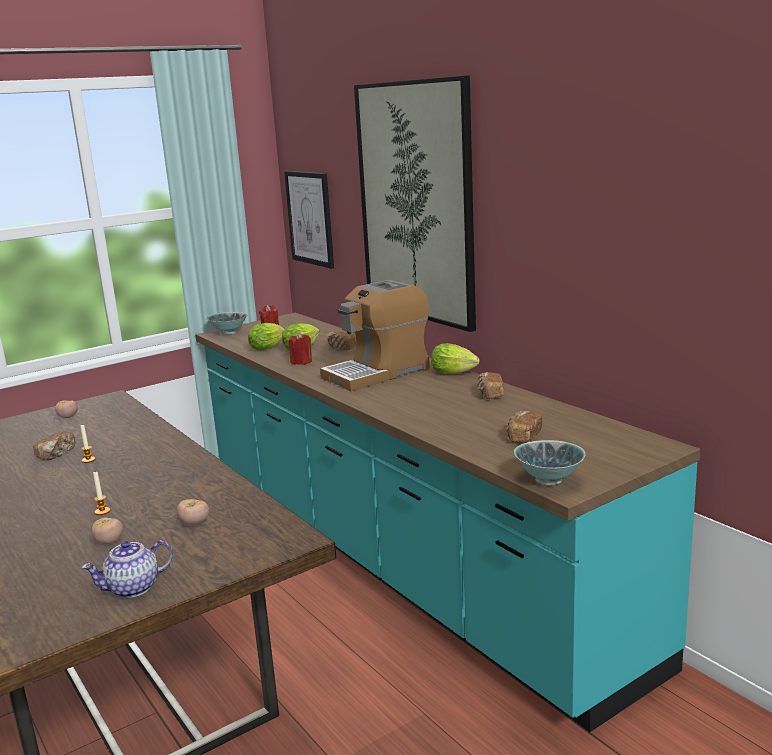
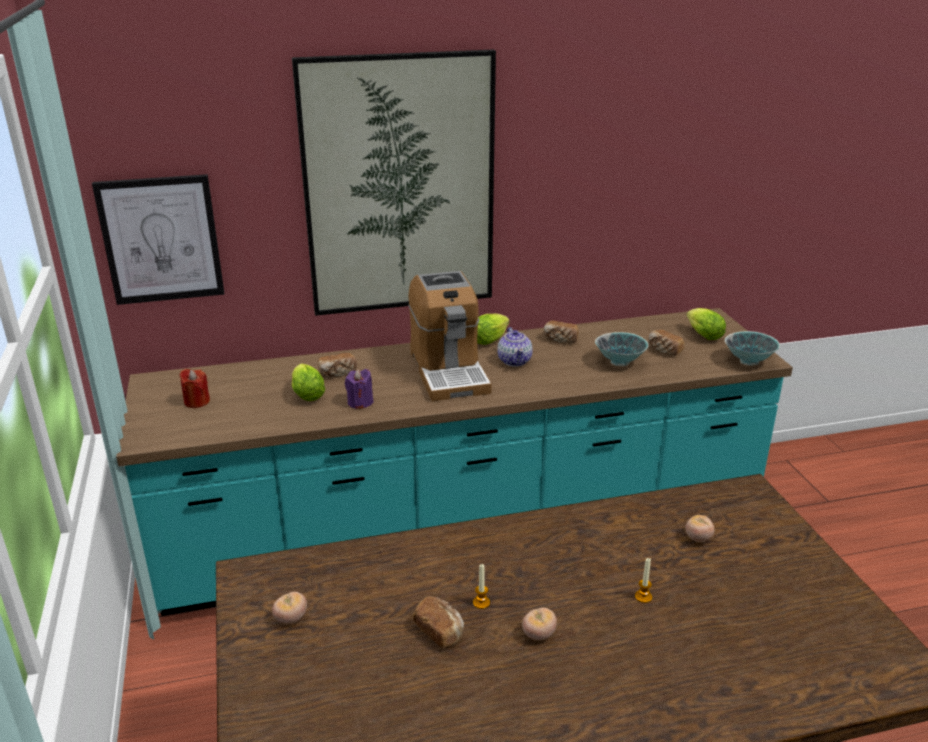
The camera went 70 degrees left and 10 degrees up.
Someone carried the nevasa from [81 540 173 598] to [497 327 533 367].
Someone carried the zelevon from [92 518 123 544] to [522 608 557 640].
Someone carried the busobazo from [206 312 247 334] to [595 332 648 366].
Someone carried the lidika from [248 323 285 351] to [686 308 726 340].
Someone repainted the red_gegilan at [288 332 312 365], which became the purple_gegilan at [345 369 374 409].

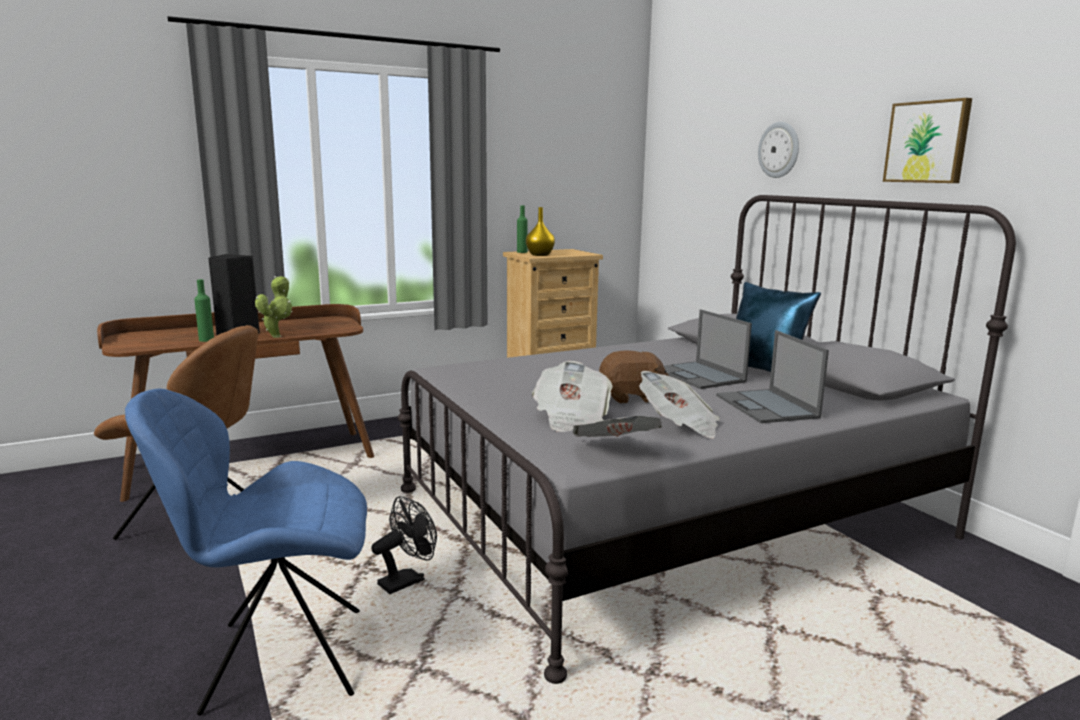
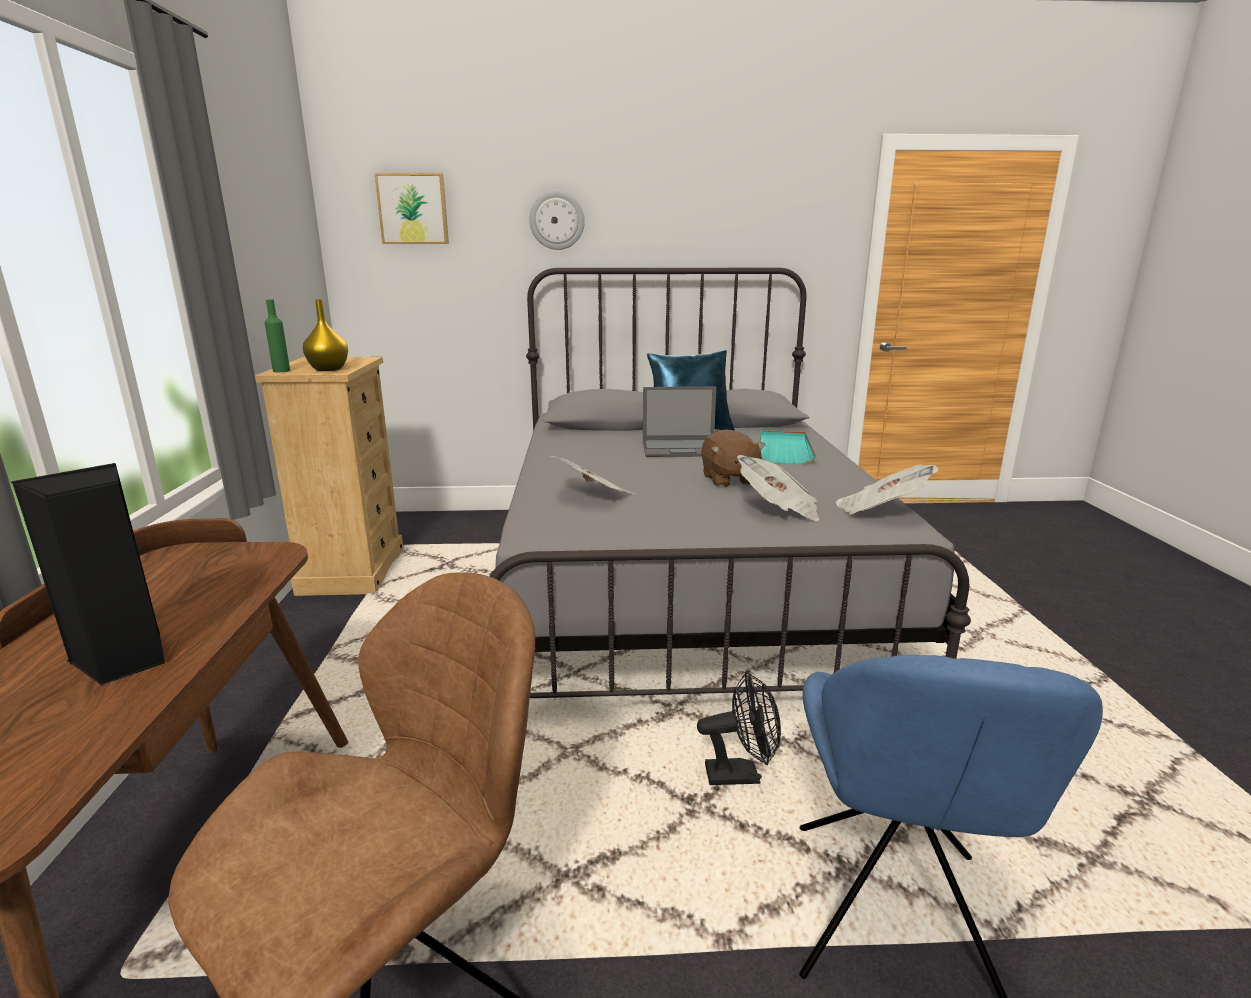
The camera went 65 degrees left and 5 degrees up.
Someone took away the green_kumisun at [194 279 214 342].
Someone took away the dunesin at [255 276 292 338].
Someone rotated the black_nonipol at [371 496 437 594] by 105 degrees clockwise.
Someone rotated the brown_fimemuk at [599 350 669 403] by 150 degrees clockwise.
Someone carried the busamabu from [639 371 720 439] to [551 456 636 494].
Someone swapped the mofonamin at [716 330 829 423] for the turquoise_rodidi at [759 430 816 464].
Someone carried the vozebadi from [883 98 972 183] to [375 173 449 244].

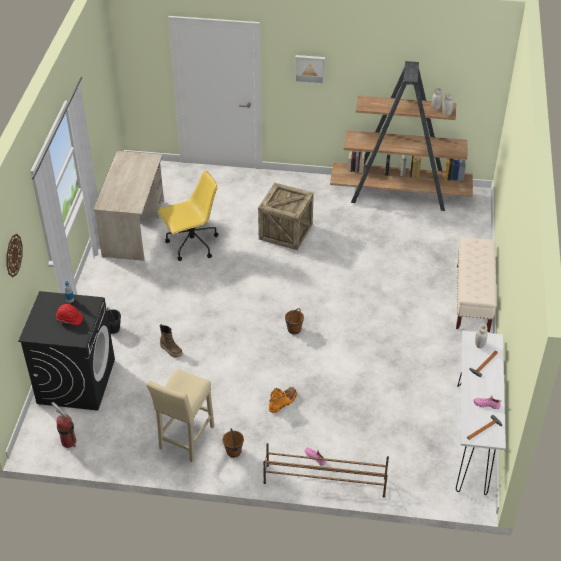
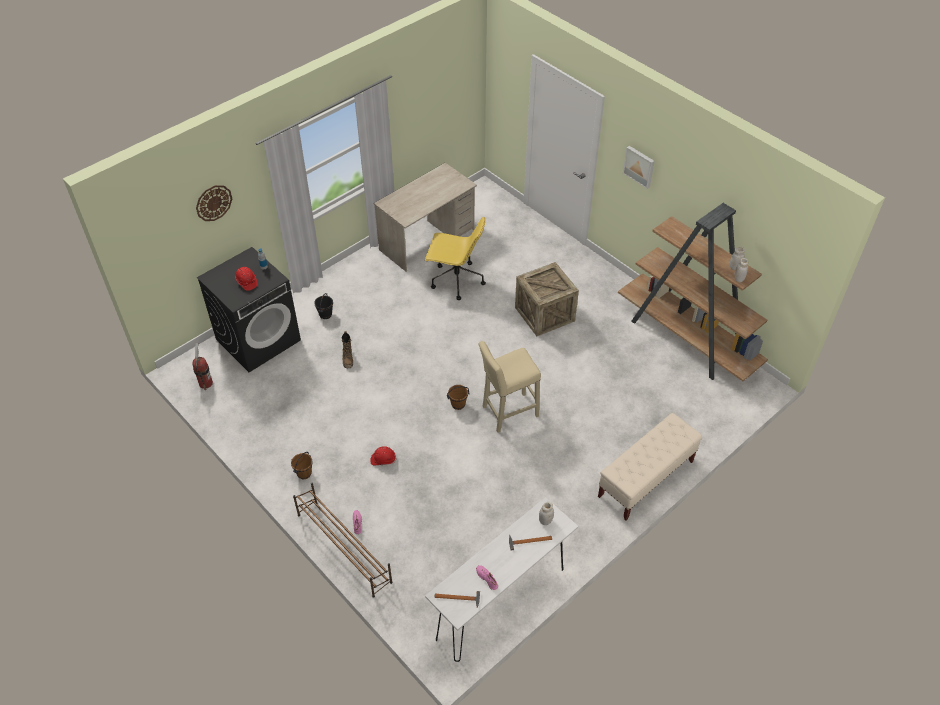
The camera went 40 degrees right and 5 degrees up.
Someone carried the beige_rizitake from [147 369 214 462] to [478 341 541 433].
Someone swapped the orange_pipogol at [269 387 297 413] for the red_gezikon at [370 446 396 465].

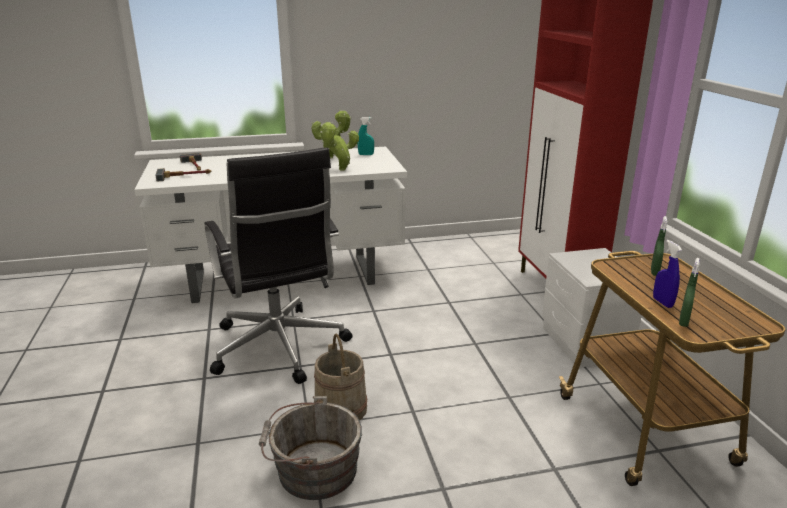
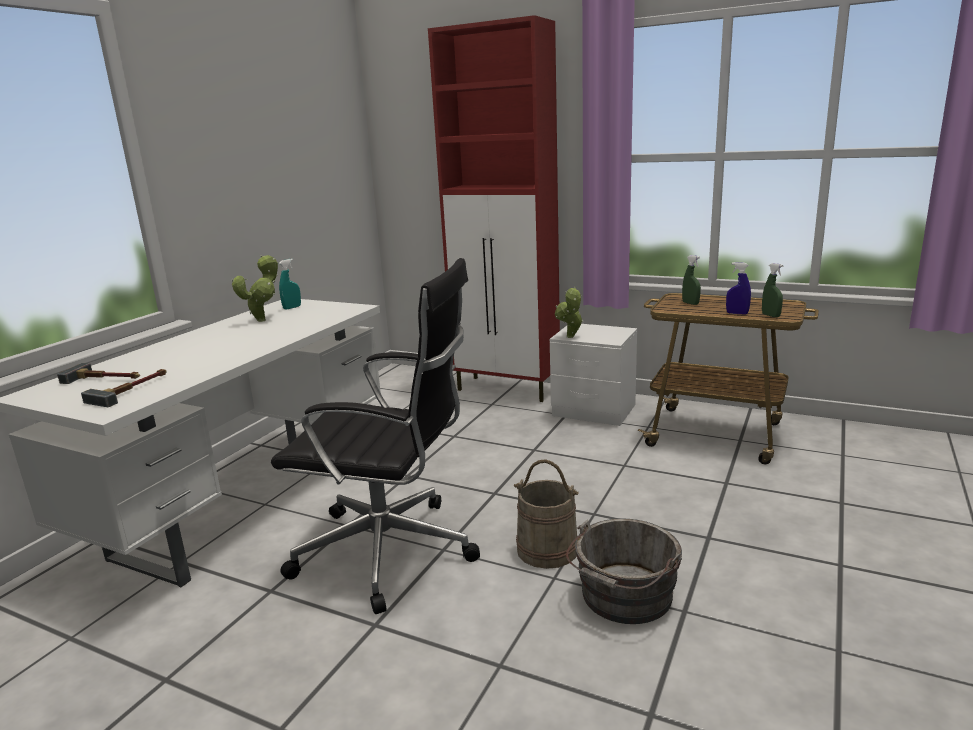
The camera went 50 degrees left and 5 degrees down.
Someone carried the dunesin from [320 122 359 171] to [555 287 583 338].

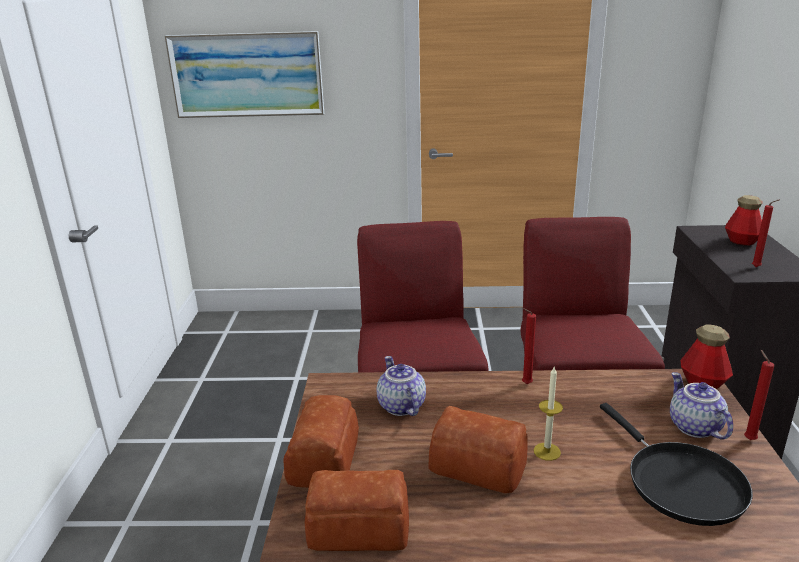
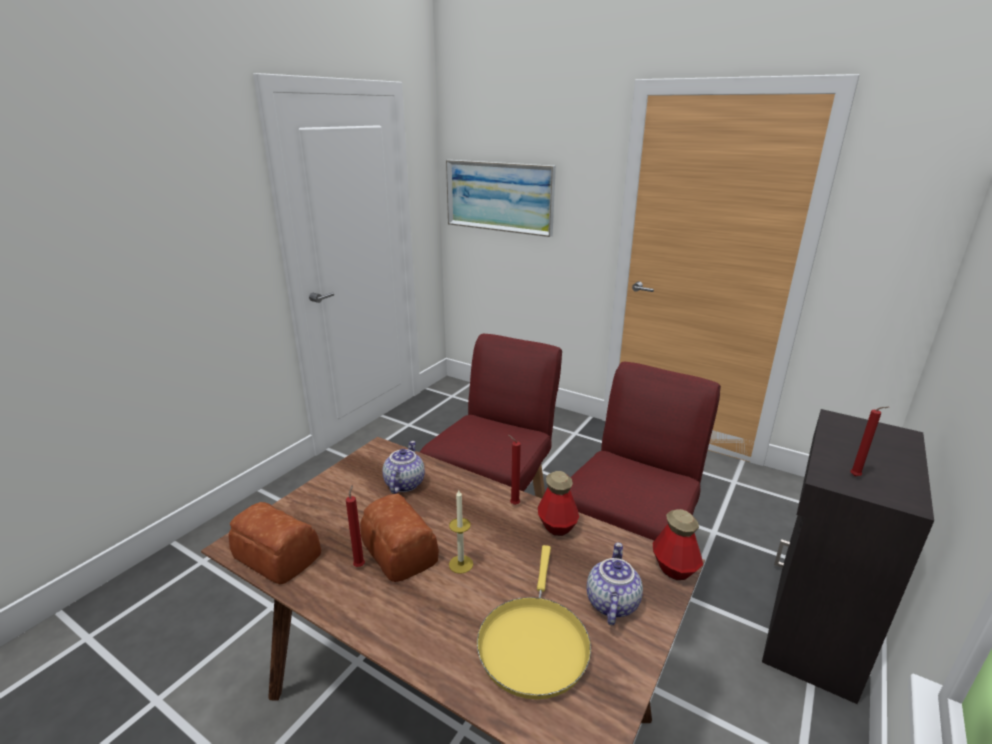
The camera went 30 degrees right and 0 degrees up.
Someone took away the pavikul at [283 395 359 488].
Someone repainted the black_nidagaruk at [600 403 753 526], which became the yellow_nidagaruk at [477 545 591 699].
Someone carried the kumisun from [725 195 763 246] to [538 471 579 536].
Someone carried the red_gegilan from [744 350 774 440] to [346 485 365 567].

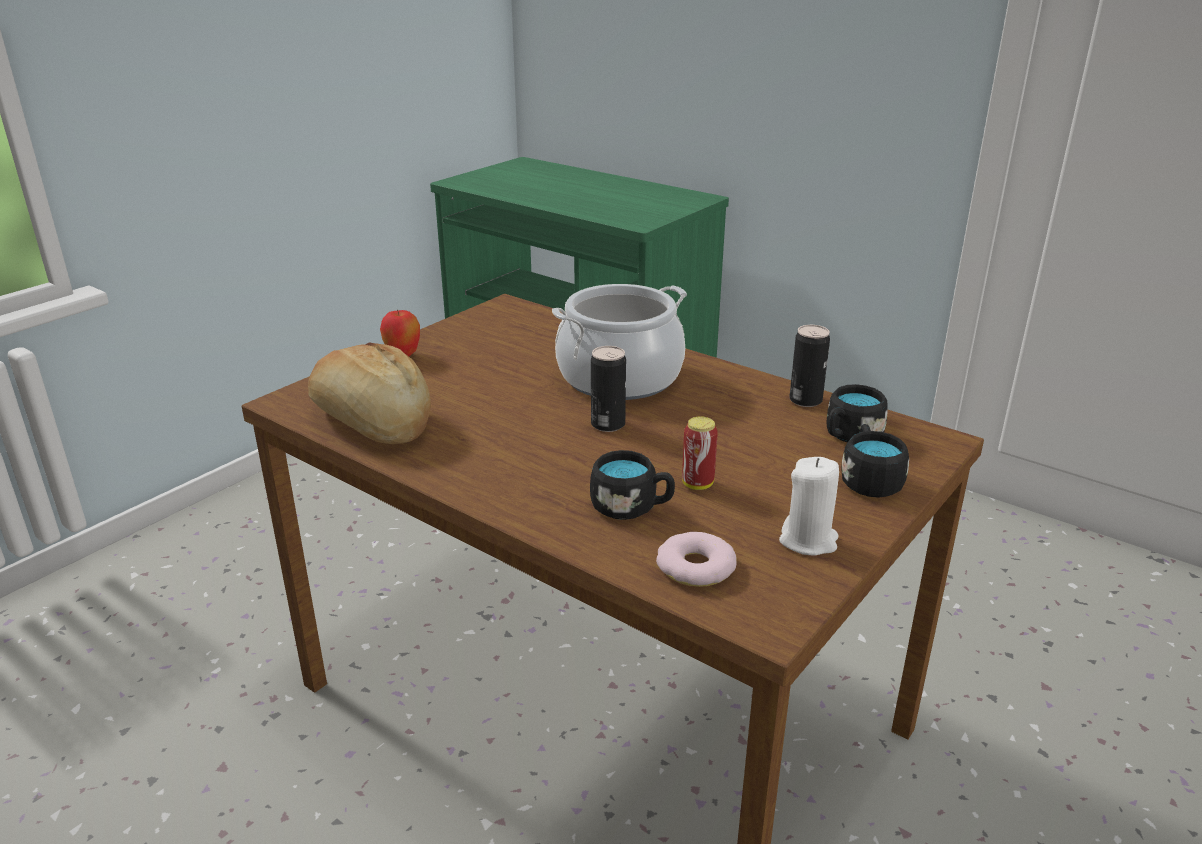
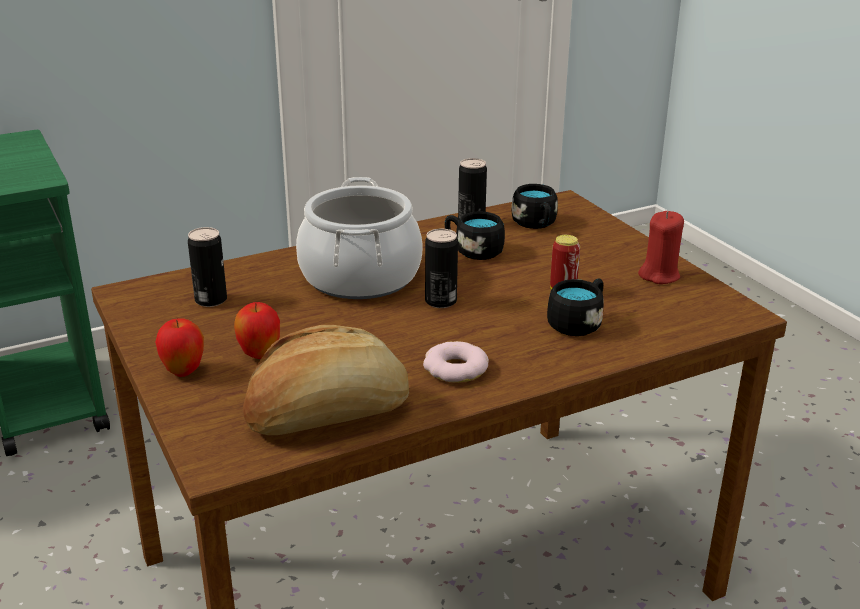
The camera went 65 degrees left and 0 degrees up.
Someone carried the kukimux from [656 532 737 587] to [423 341 489 383].
Someone repainted the white_gegilan at [779 457 839 556], which became the red_gegilan at [638 211 684 284].
Someone carried the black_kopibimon from [841 424 909 498] to [445 211 505 260].
Someone put down the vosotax at [188 227 227 307].
Someone put down the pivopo at [234 302 280 359].

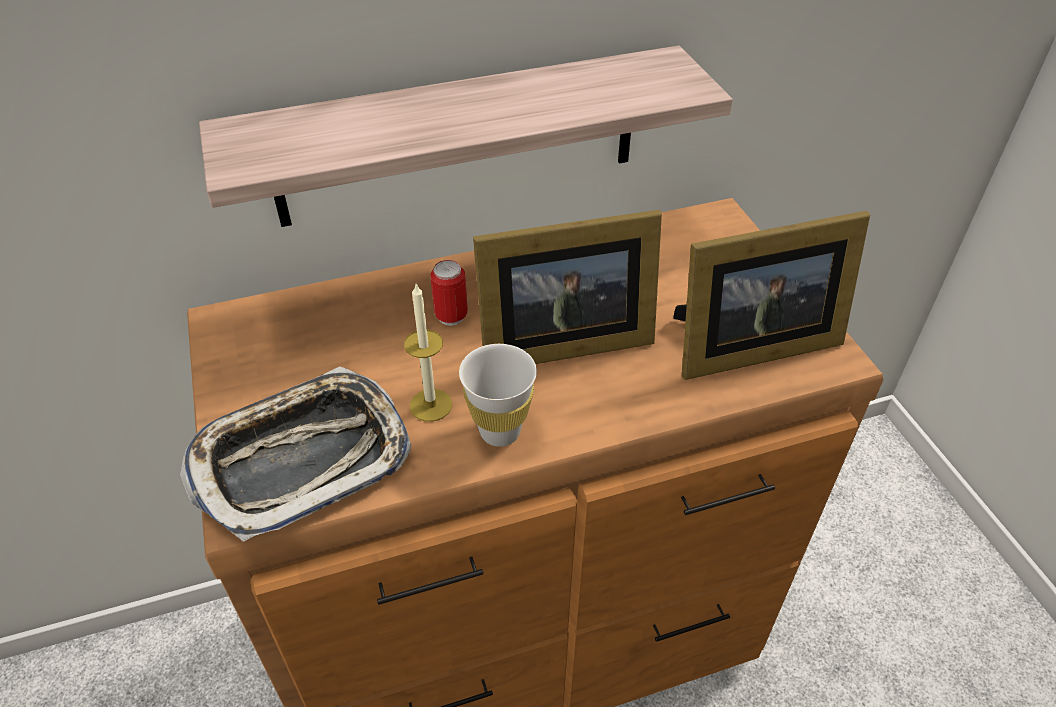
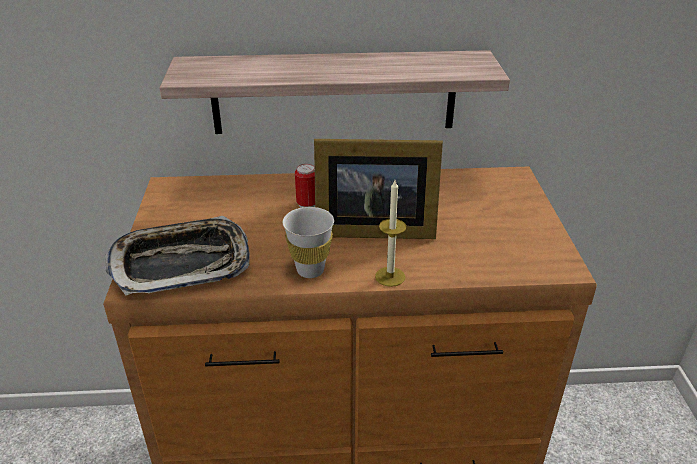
The camera went 15 degrees right and 10 degrees down.
Someone carried the gegilan from [404 284 452 422] to [375 180 406 287].
Someone took away the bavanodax at [673 211 870 380].

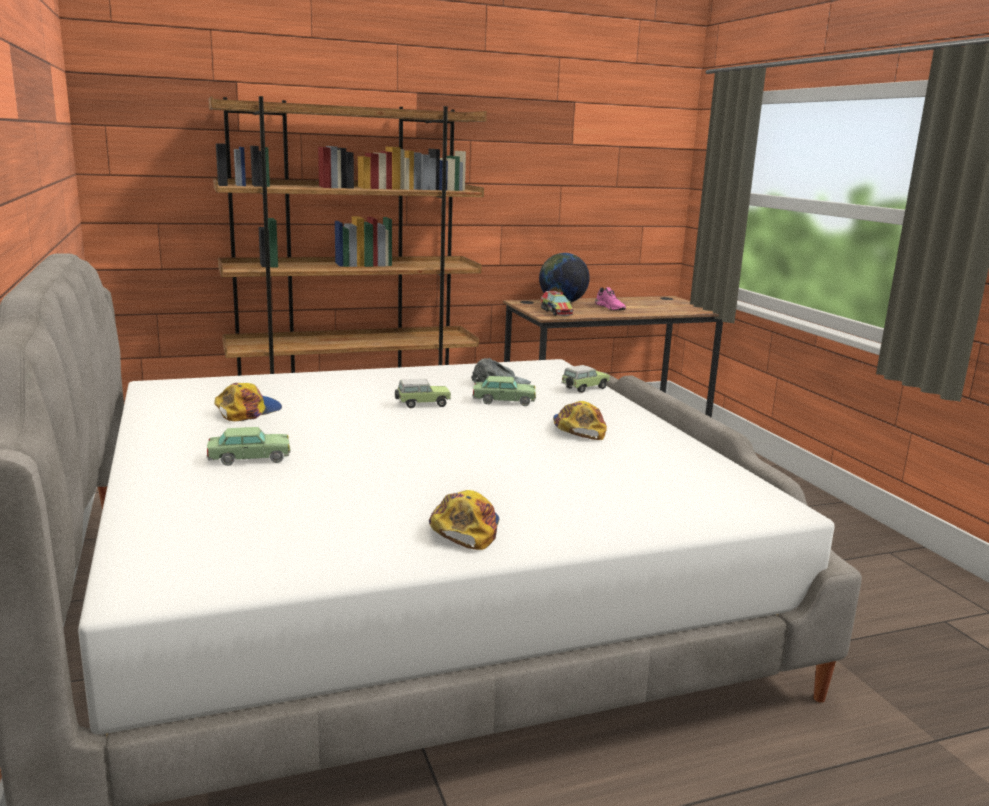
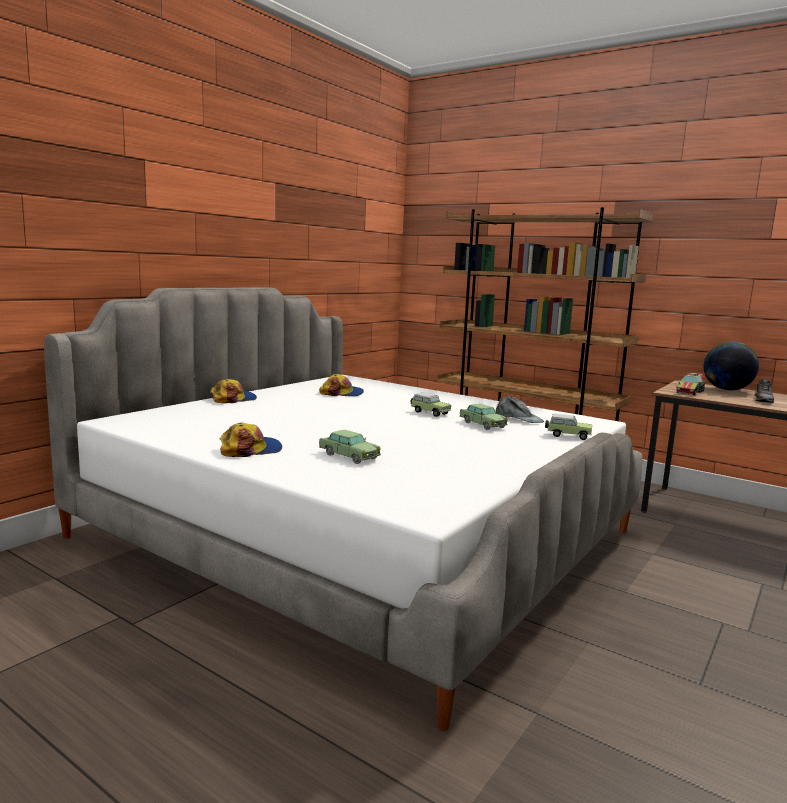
The camera went 55 degrees right and 5 degrees down.
Someone carried the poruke from [207 427 290 466] to [319 430 381 464].
Someone carried the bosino from [553 401 607 440] to [210 379 257 403].
Someone repainted the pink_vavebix at [595 287 626 310], which became the grey_vavebix at [755 379 774 403].

